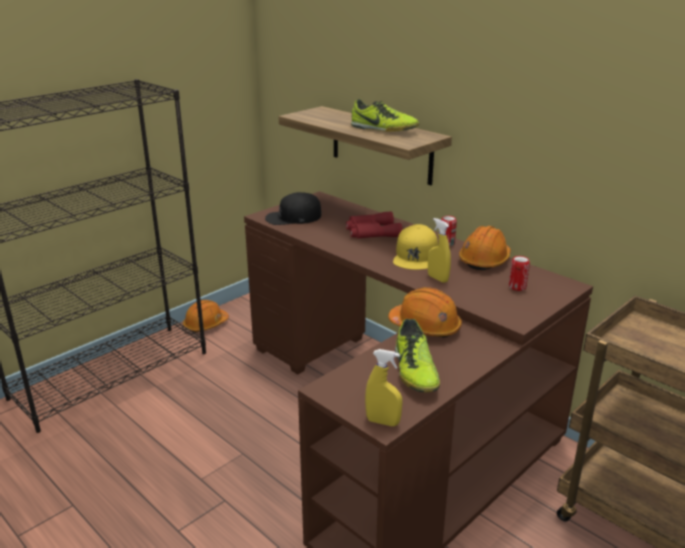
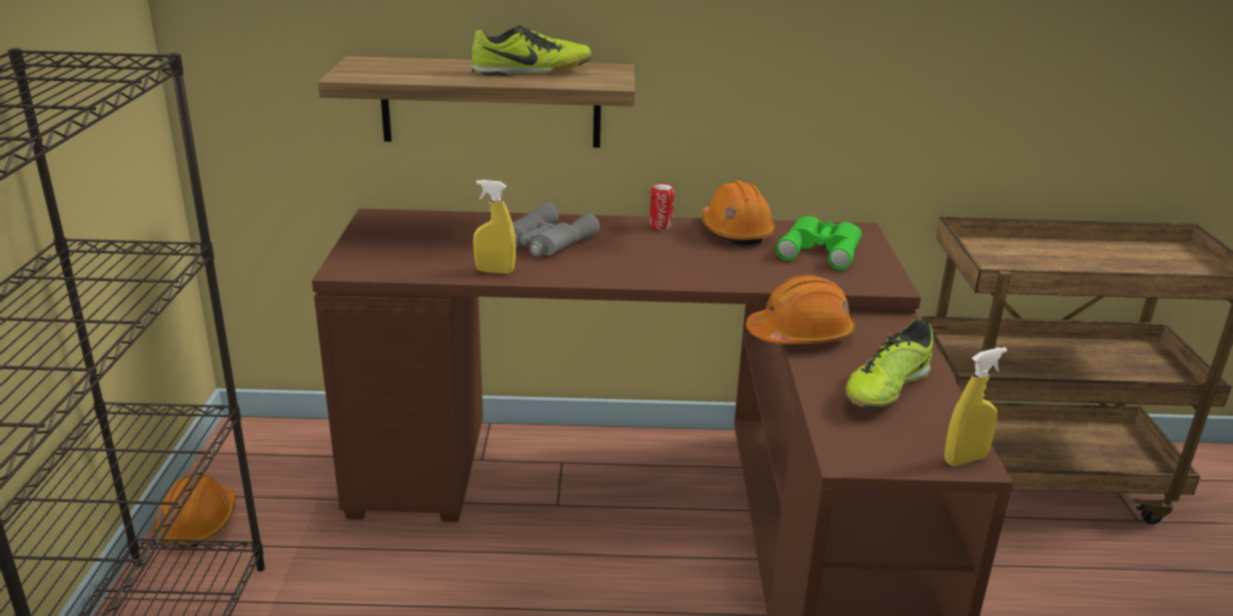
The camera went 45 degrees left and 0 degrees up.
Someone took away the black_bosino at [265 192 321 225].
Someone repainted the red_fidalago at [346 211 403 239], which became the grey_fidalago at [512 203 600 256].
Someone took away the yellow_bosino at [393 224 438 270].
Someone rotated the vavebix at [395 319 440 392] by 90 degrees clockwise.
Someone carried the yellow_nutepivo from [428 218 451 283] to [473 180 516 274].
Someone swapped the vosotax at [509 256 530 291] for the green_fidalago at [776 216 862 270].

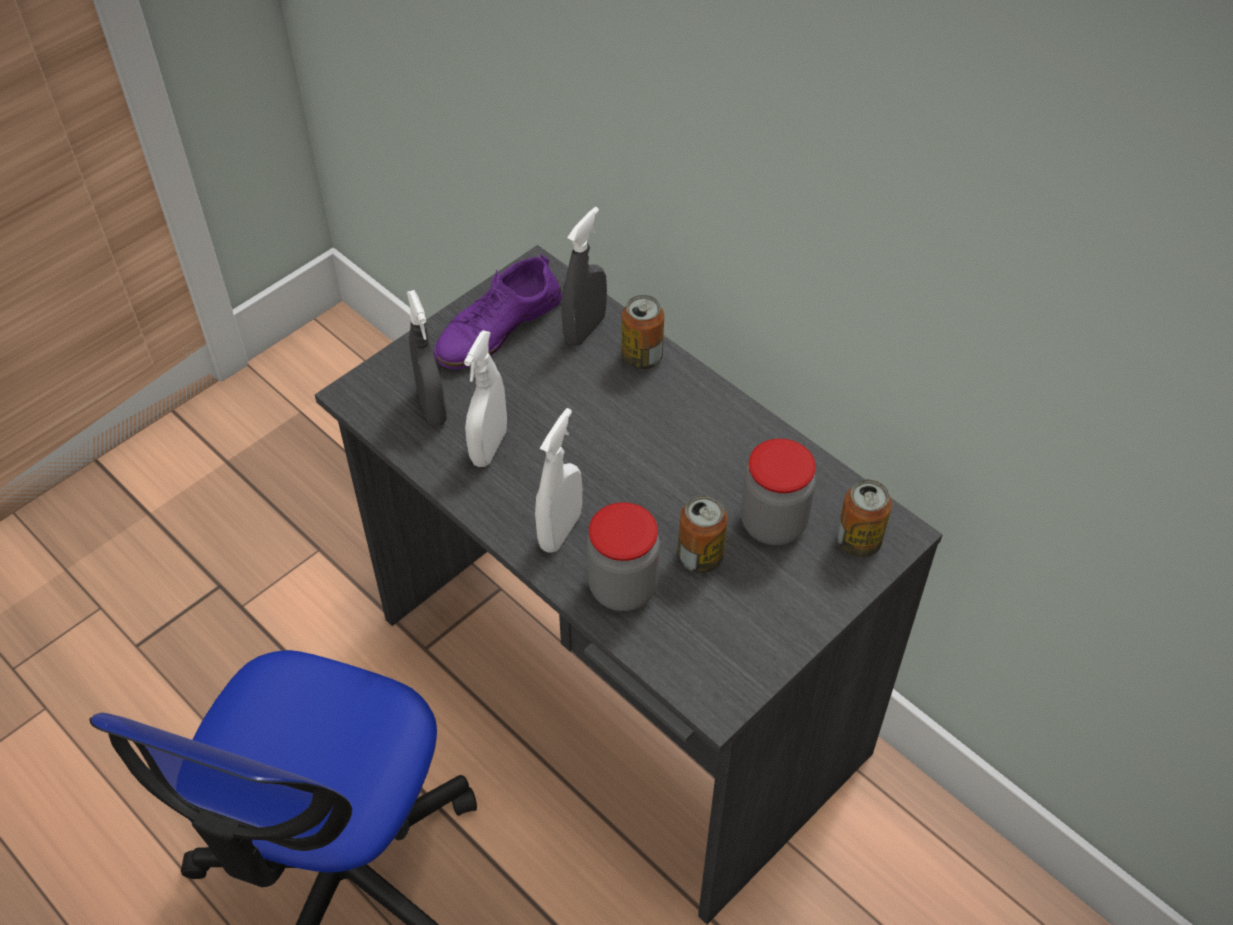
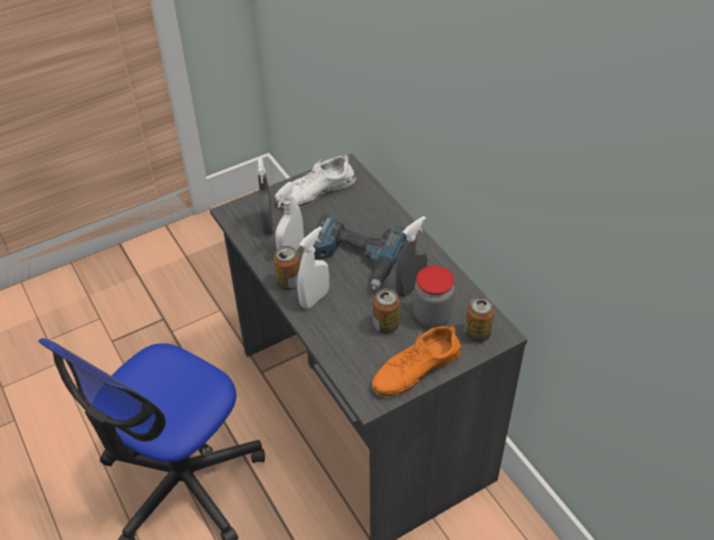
The camera went 15 degrees right and 5 degrees down.
Someone repainted the purple_vavebix at [434 254 562 369], which became the white_vavebix at [277 155 356 208].
Someone carried the grey_nutepivo from [561 207 607 346] to [395 216 427 297].
Someone took away the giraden at [587 502 660 611].
Someone carried the vosotax from [622 295 664 370] to [274 246 300 290].
Someone put down the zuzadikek at [313 214 406 290].
Someone put down the orange_vavebix at [372 325 461 397].

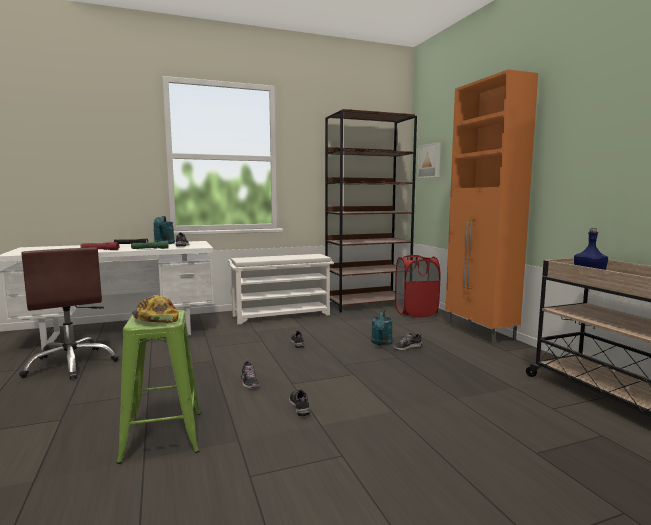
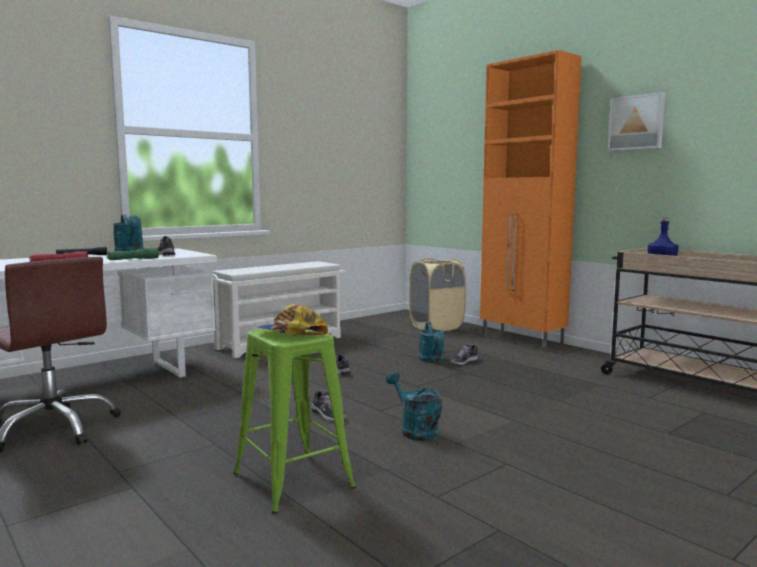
The camera went 20 degrees left and 0 degrees up.
Someone swapped the vavebix at [289 389 310 416] for the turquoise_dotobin at [386 372 442 441].
Someone took away the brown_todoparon at [325 109 417 313].
Someone repainted the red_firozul at [395 255 440 317], which became the beige_firozul at [409 258 466 331].
Someone carried the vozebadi from [417 142 441 178] to [608 92 665 151].

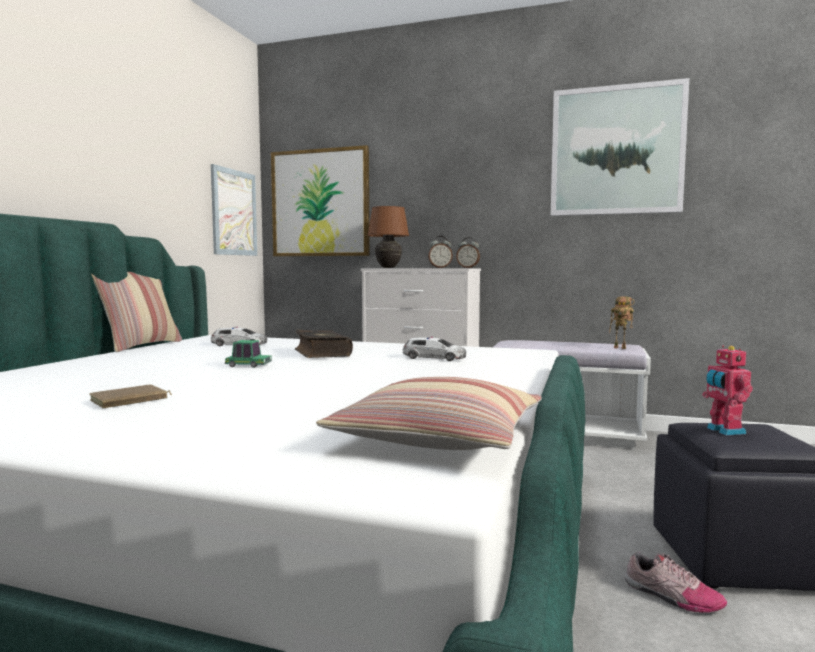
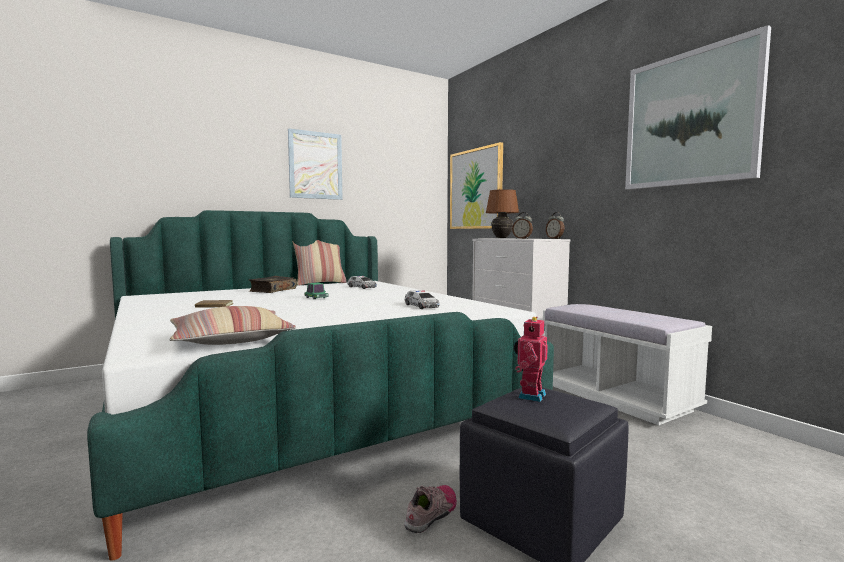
The camera went 40 degrees right and 0 degrees up.
Someone carried the vozebadi from [211 164 257 256] to [288 128 343 200].
Someone carried the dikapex from [295 330 353 358] to [249 276 297 293].
Someone took away the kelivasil at [609 297 634 349].
Someone rotated the vavebix at [625 552 727 613] by 135 degrees counterclockwise.

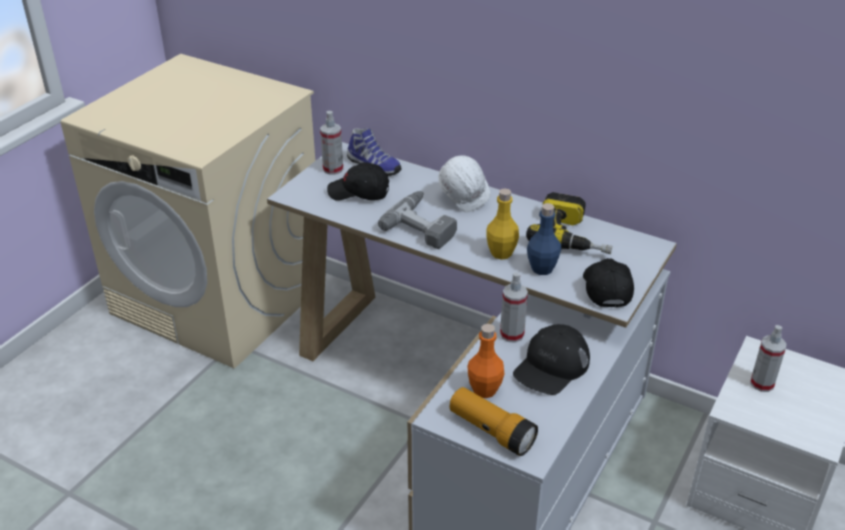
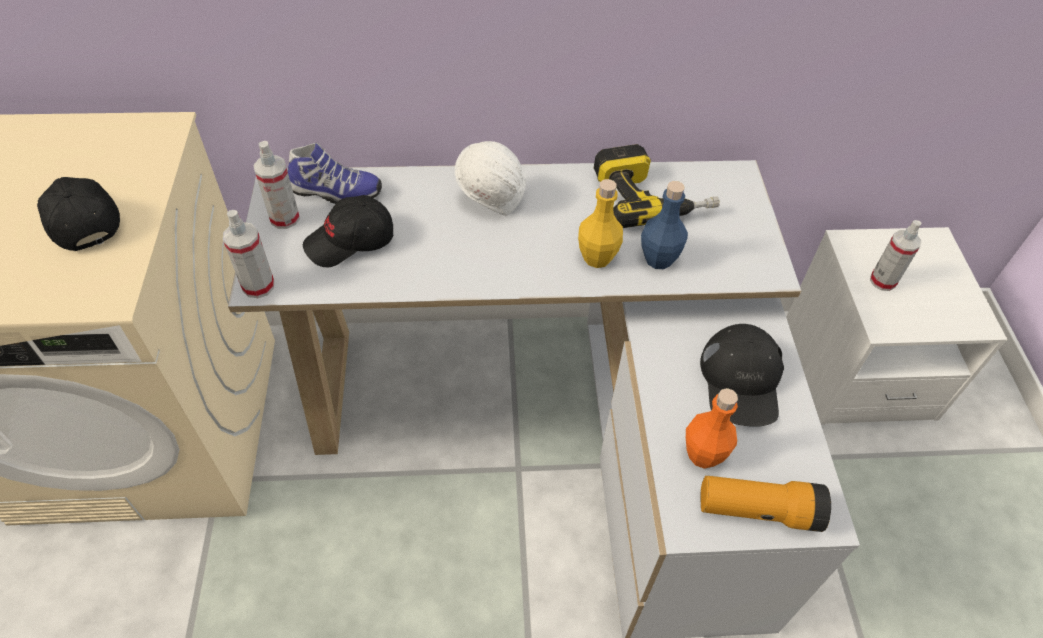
The camera went 35 degrees left and 15 degrees up.
Someone took away the zuzadikek at [378 191 457 249].
Someone carried the nutepivo from [500 272 528 343] to [223 210 274 298].
Someone carried the black_bosino from [583 258 634 308] to [37 177 120 251].

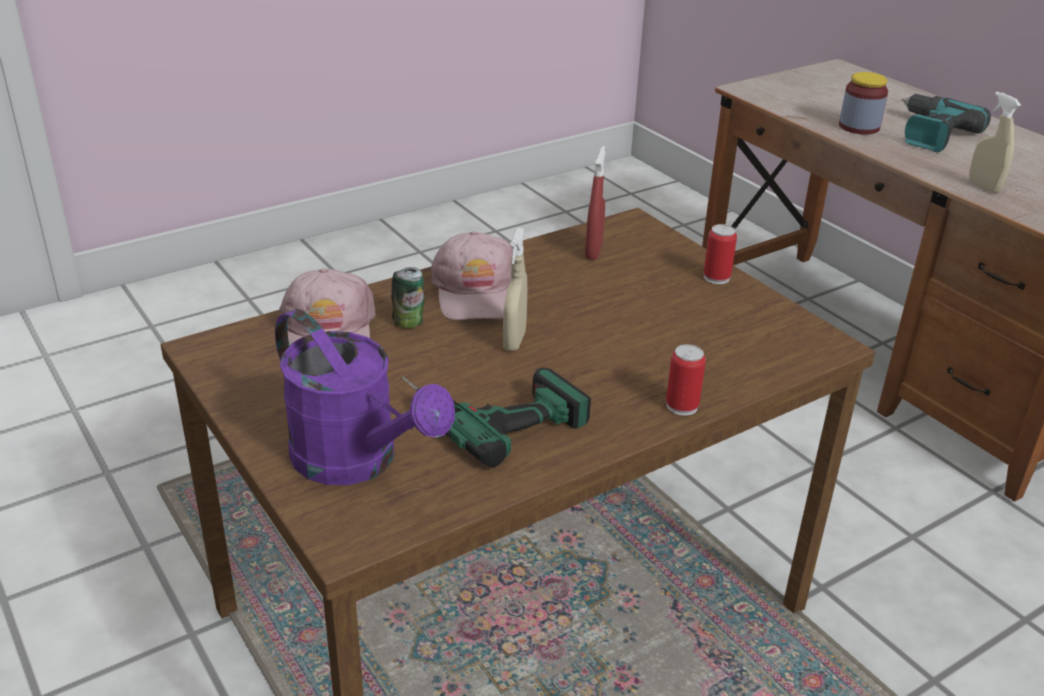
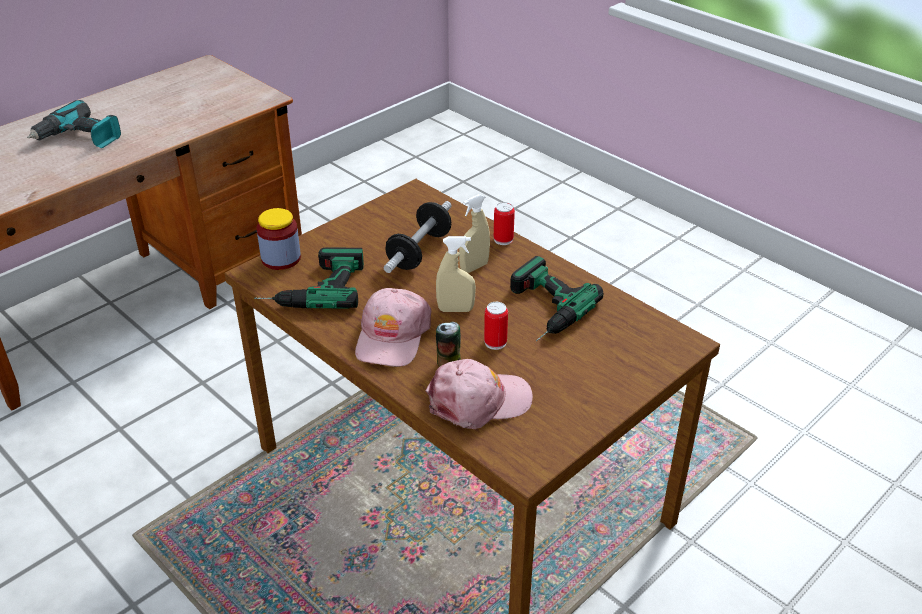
The camera went 100 degrees left and 5 degrees up.
Someone took away the purple_dotobin at [275 309 455 485].
Someone rotated the pink_bosino at [430 231 512 320] by 120 degrees clockwise.
Someone swapped the red_nutepivo at [585 146 606 260] for the zuzadikek at [254 247 364 309].
Someone carried the vosotax from [703 224 737 284] to [484 302 508 350].
Someone carried the giraden from [839 72 888 134] to [256 208 301 270].
Someone carried the beige_nutepivo from [969 92 1021 193] to [459 194 490 273].
Someone put down the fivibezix at [384 201 452 273].

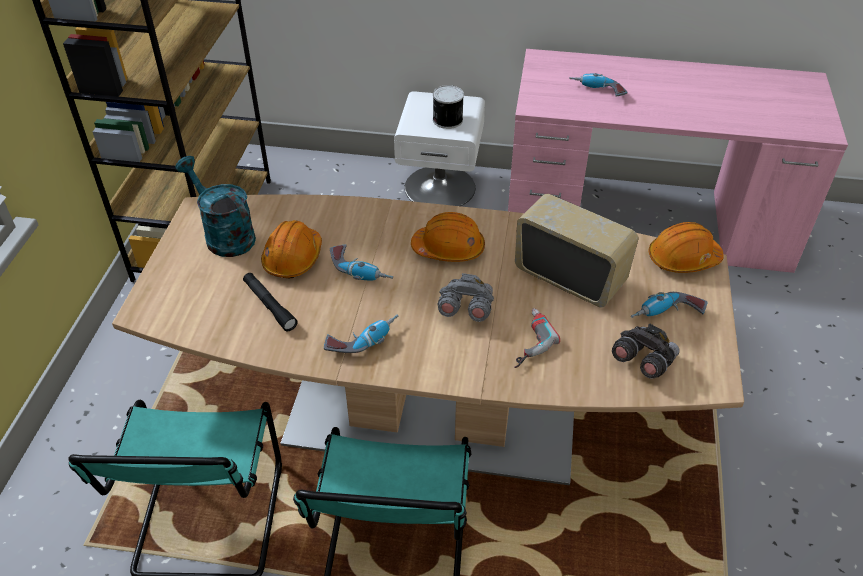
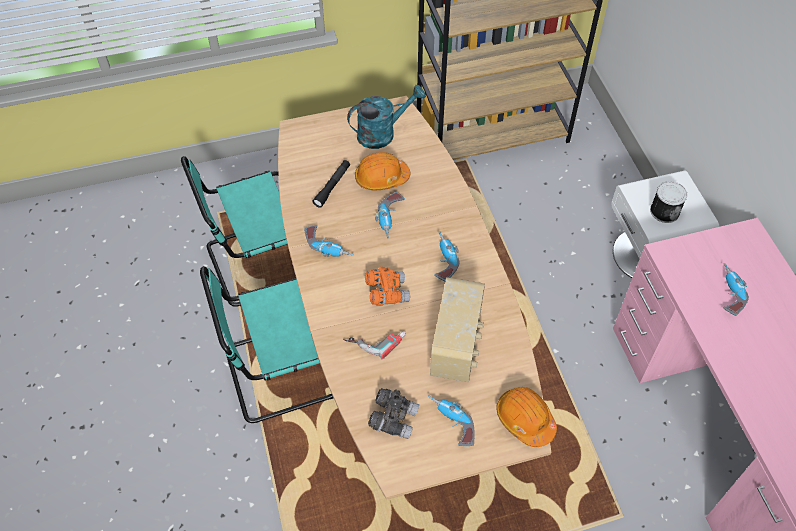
The camera went 65 degrees right and 10 degrees up.
Someone rotated the turquoise_dotobin at [175 156 256 257] by 45 degrees clockwise.
Someone swapped the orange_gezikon at [411 212 485 262] for the zuzadikek at [434 232 459 282].
Someone repainted the grey_fidalago at [437 273 494 322], which became the orange_fidalago at [365 267 410 306].

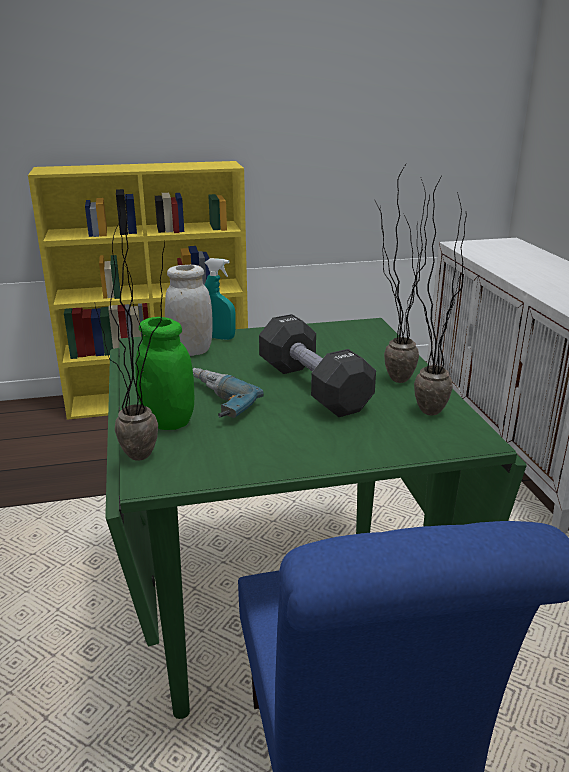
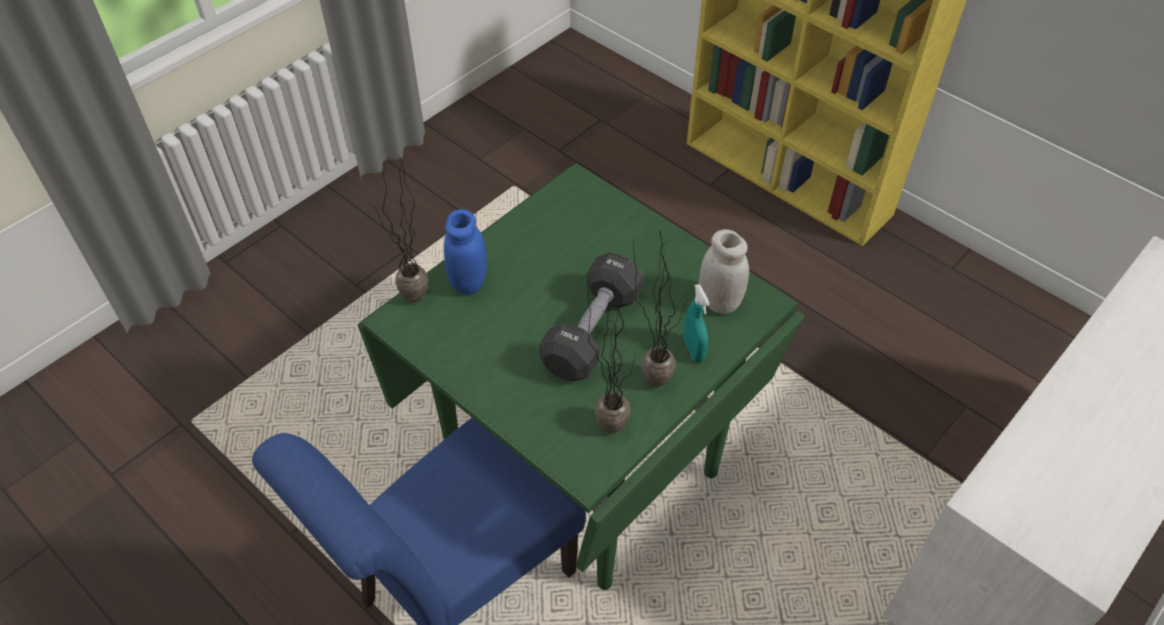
The camera went 55 degrees right and 25 degrees up.
Someone repainted the green_giraden at [135 317 194 430], which became the blue_giraden at [444 209 487 295].
Someone carried the white_giraden from [165 265 213 356] to [699 229 749 314].
Someone took away the zuzadikek at [193 368 264 418].
Someone carried the turquoise_nutepivo from [204 258 236 340] to [683 284 710 362].

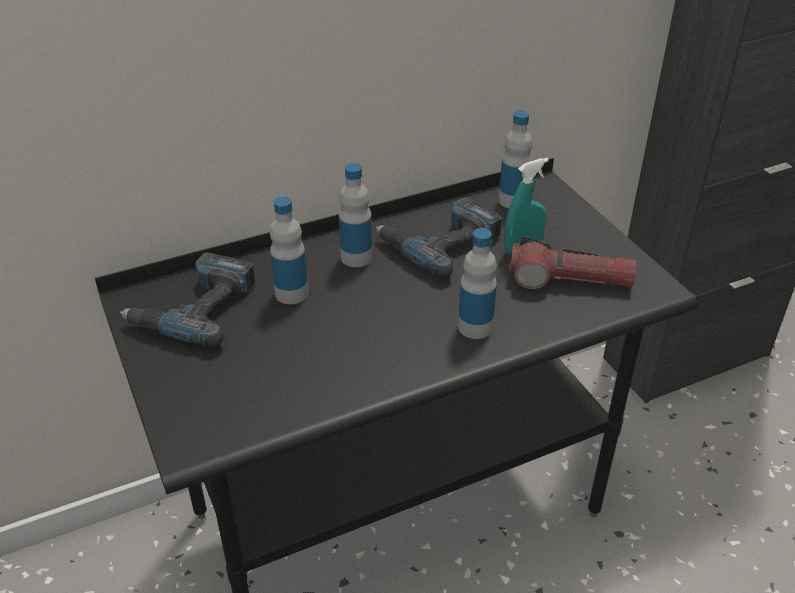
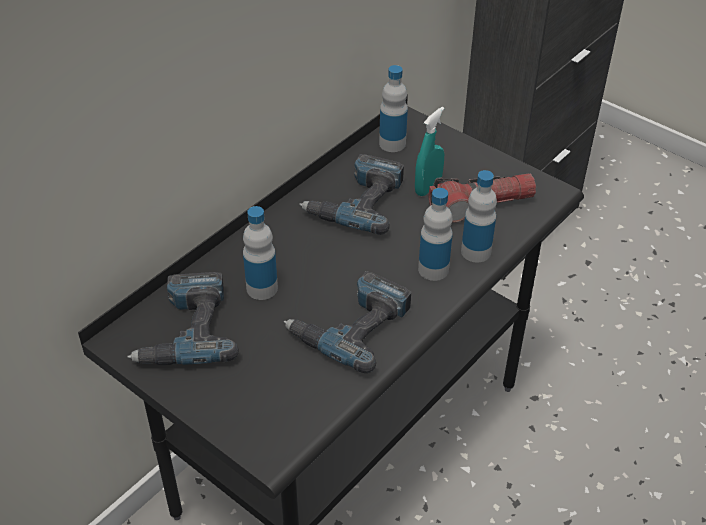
The camera went 25 degrees left and 5 degrees up.
Someone carried the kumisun from [339 163 372 267] to [461 170 497 263].
Someone put down the zuzadikek at [284 271 411 373].

